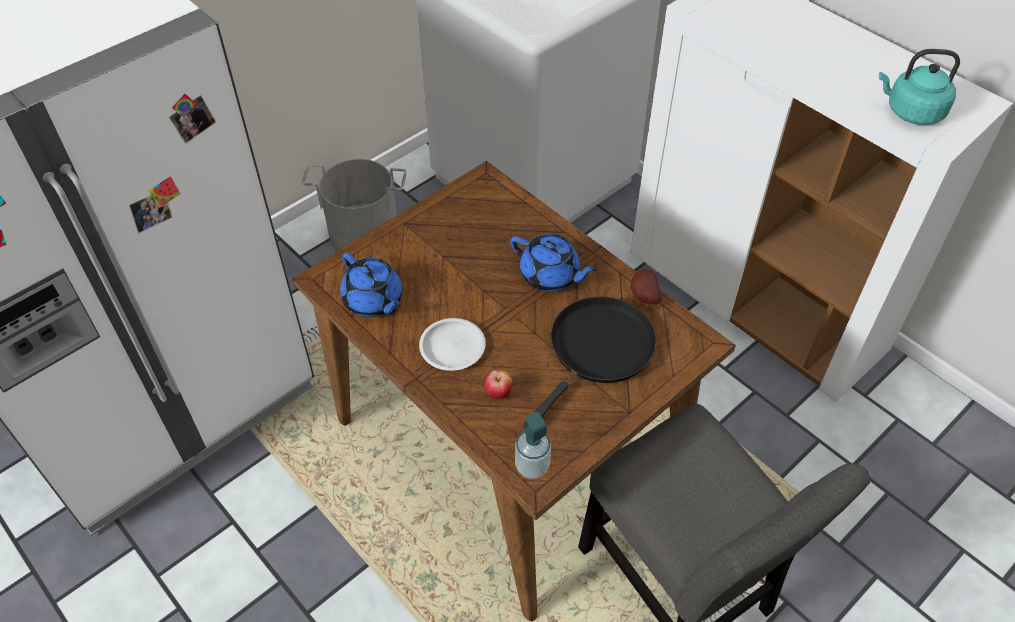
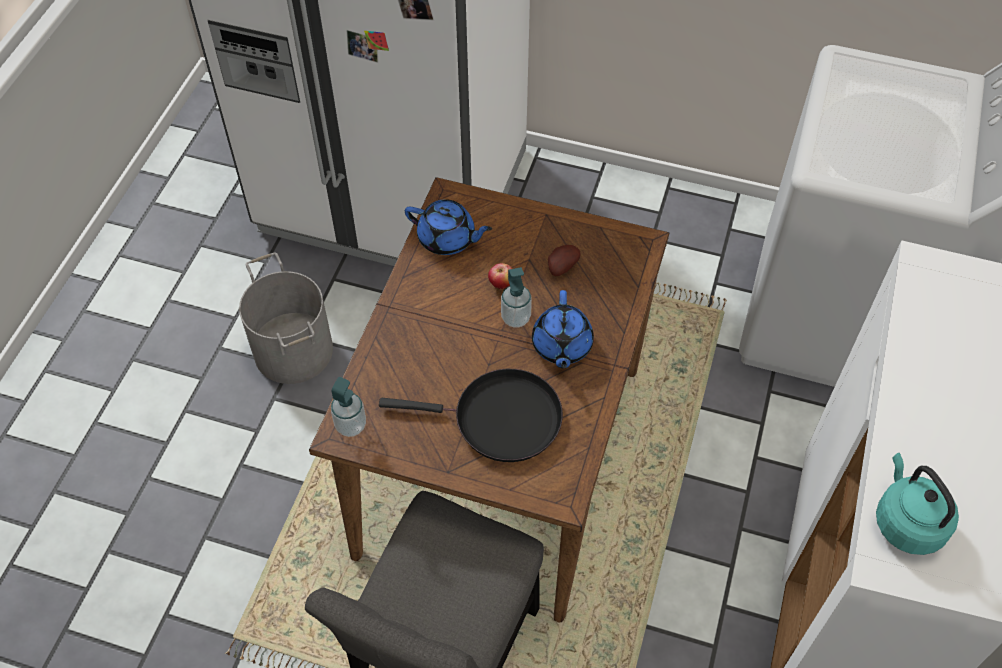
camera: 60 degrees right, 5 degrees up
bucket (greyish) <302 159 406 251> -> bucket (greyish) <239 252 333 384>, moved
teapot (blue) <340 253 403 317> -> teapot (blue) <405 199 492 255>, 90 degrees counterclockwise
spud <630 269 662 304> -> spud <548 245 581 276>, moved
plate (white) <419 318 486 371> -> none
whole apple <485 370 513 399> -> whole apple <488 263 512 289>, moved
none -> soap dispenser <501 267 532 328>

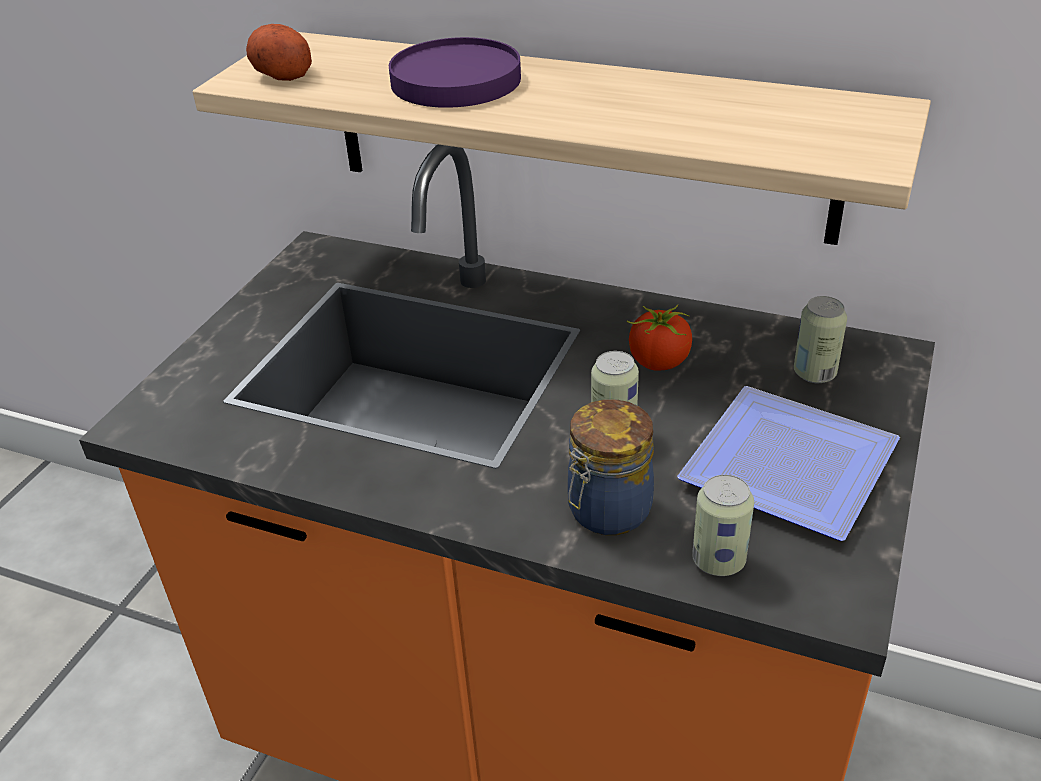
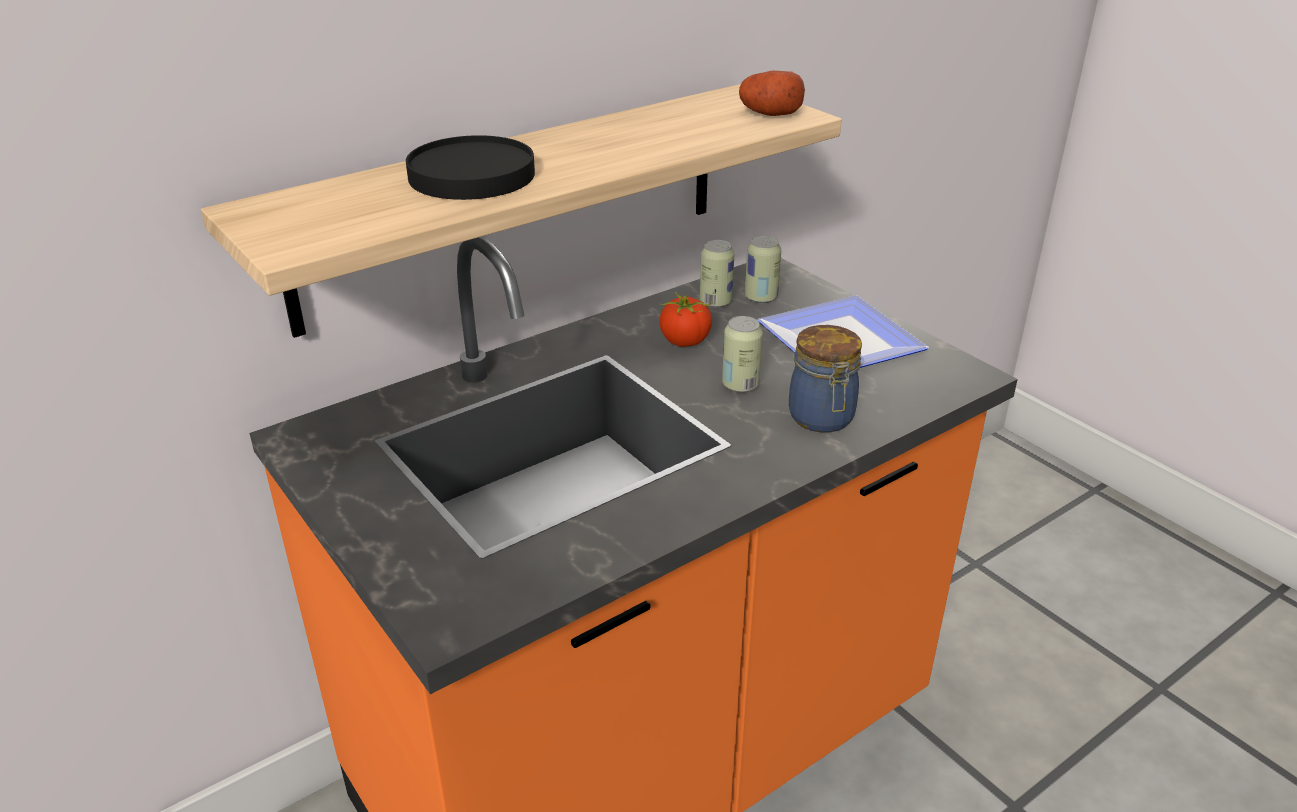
camera: 60 degrees left, 5 degrees down
spud <246 24 312 81> -> spud <739 71 805 116>, moved
plate (purple-coloured) <389 37 521 108> -> plate (black-coloured) <406 135 535 200>
can <692 475 754 576> -> can <700 240 734 308>, moved

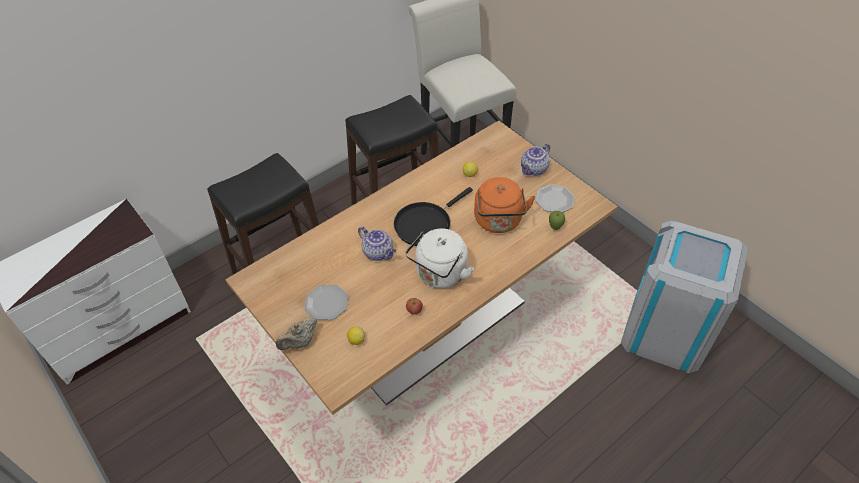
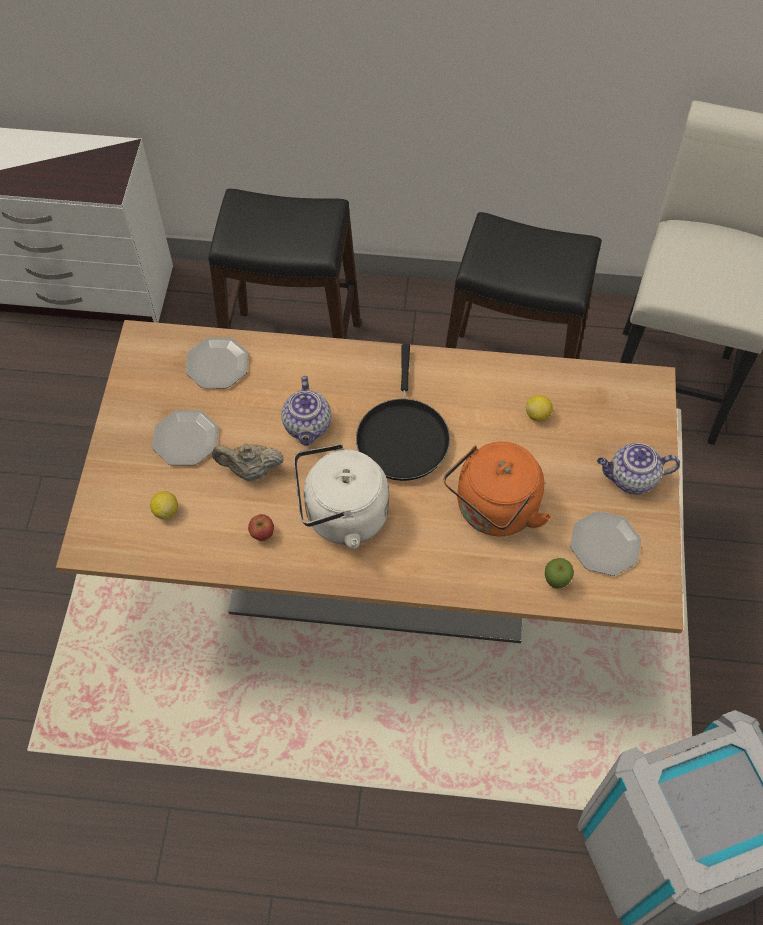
camera: 45 degrees right, 10 degrees up
pan (black-coloured) <394 187 473 246> -> pan (black-coloured) <356 344 450 481>, 90 degrees counterclockwise
teapot (sand-coloured) <276 317 317 350> -> teapot (sand-coloured) <212 443 284 481>, moved
none -> plate <185 338 249 388>

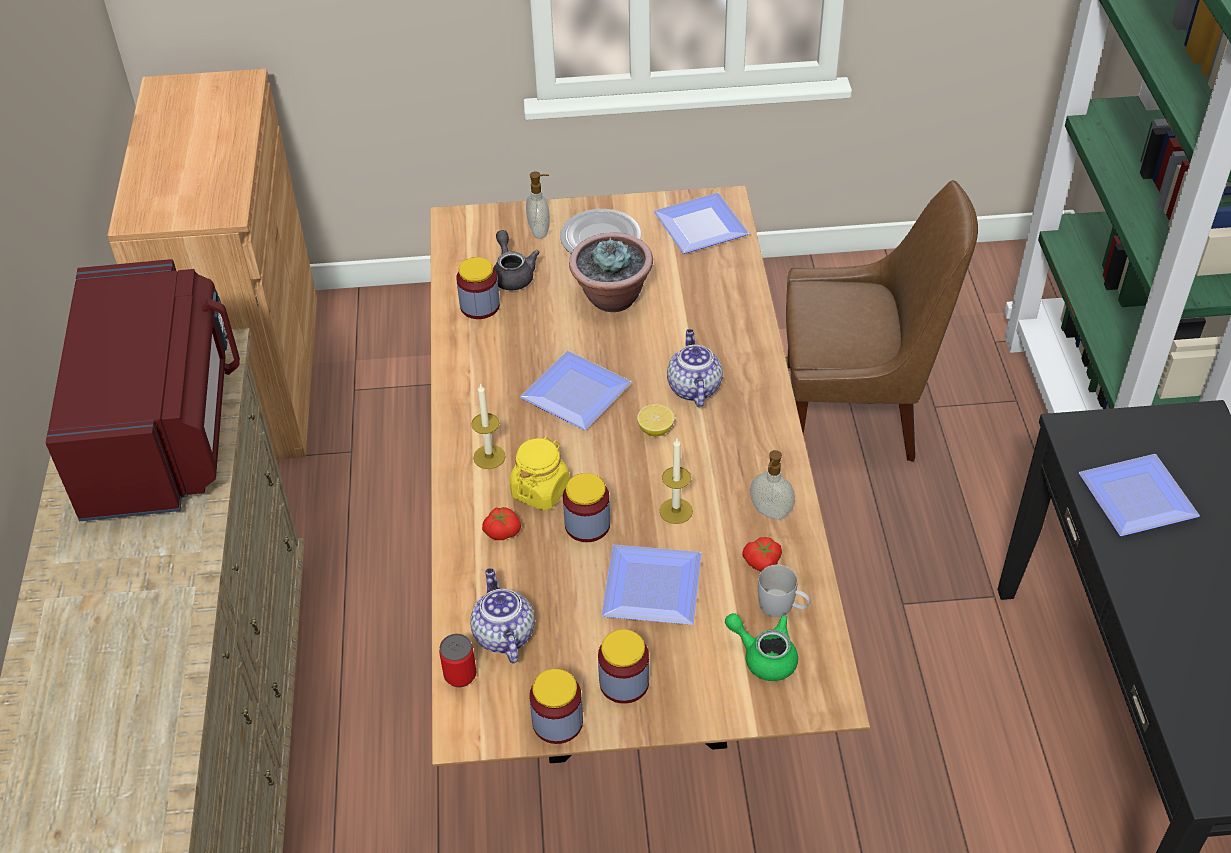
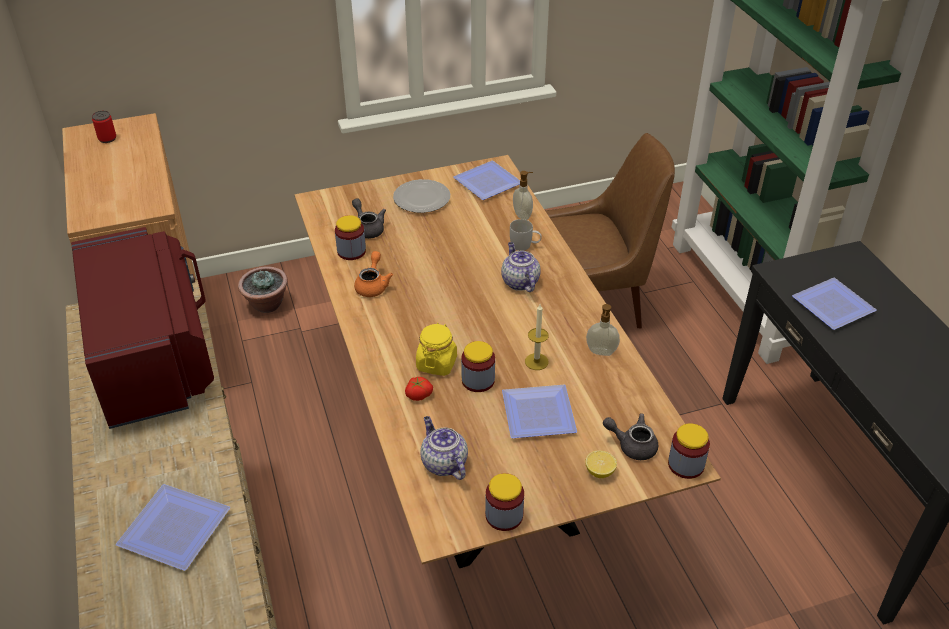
camera: 15 degrees left, 5 degrees down
soap dispenser <526 171 550 239> -> soap dispenser <513 171 533 220>, moved
plant in a pot <569 232 653 312> -> plant in a pot <238 266 288 313>, moved
plate <520 351 632 430> -> plate <116 484 230 571>, moved
wax light <471 383 506 469> -> none
citrus fruit <637 404 675 436> -> citrus fruit <585 451 617 478>, moved
fresh tomato <742 537 782 571> -> none
coffee mug (white) <758 565 810 617> -> coffee mug (white) <510 219 542 251>, moved
teapot (green) <725 613 798 681> -> teapot (greyish) <603 413 658 460>
preserve jar <598 629 649 704> -> preserve jar <668 423 710 479>, moved
can <439 634 476 687> -> can <92 111 116 143>, moved
none -> teapot (orangey) <354 251 393 297>

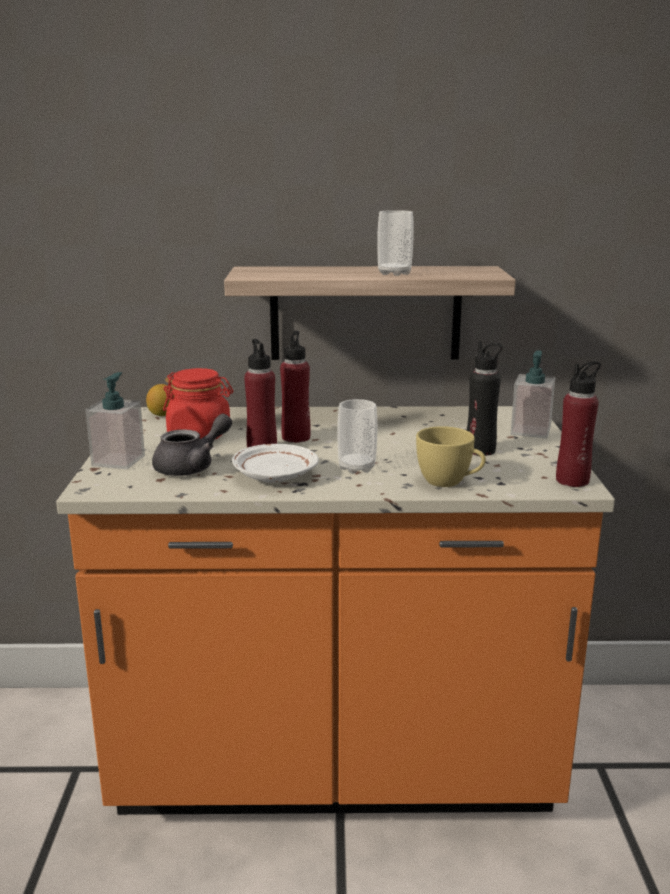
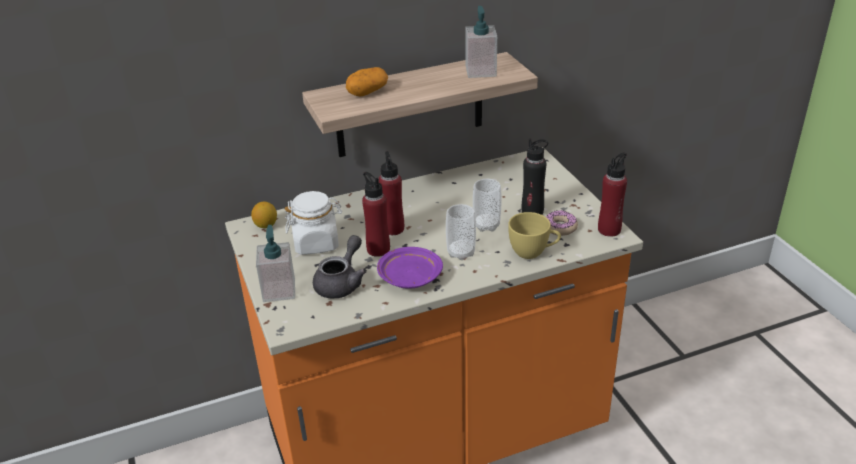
camera: 20 degrees left, 15 degrees up
cup <377 210 414 276> -> cup <473 178 502 232>, moved
soap dispenser <511 350 555 439> -> soap dispenser <465 6 497 78>, moved
preserve jar (reddish) <163 368 233 439> -> preserve jar (white) <285 191 342 255>
plate (white) <232 444 319 483> -> plate (purple-coloured) <377 247 443 289>
none -> spud <346 67 388 97>
none -> doughnut <546 210 578 236>

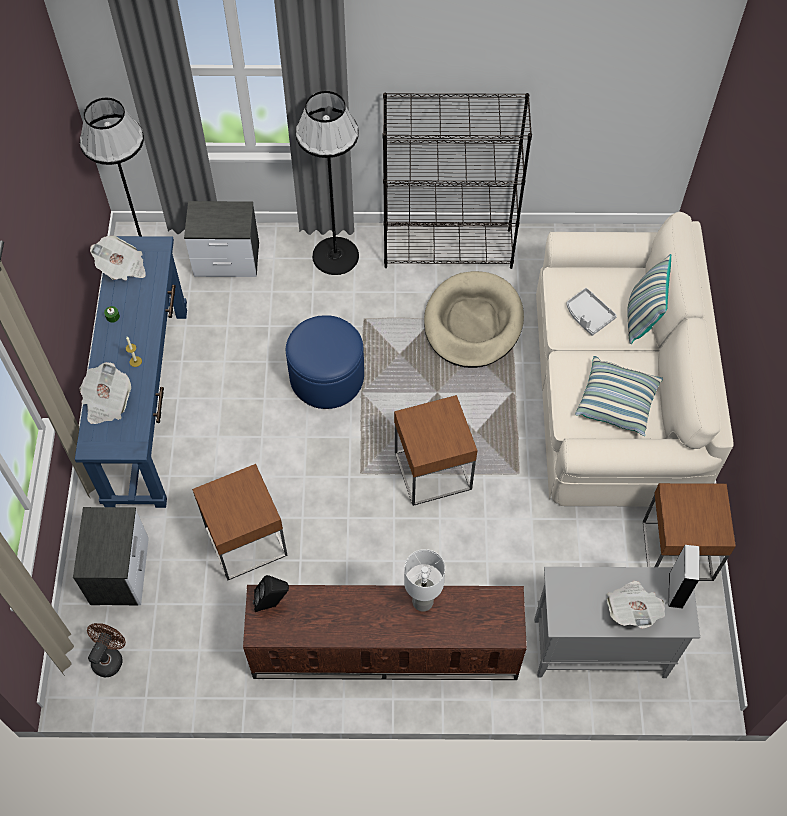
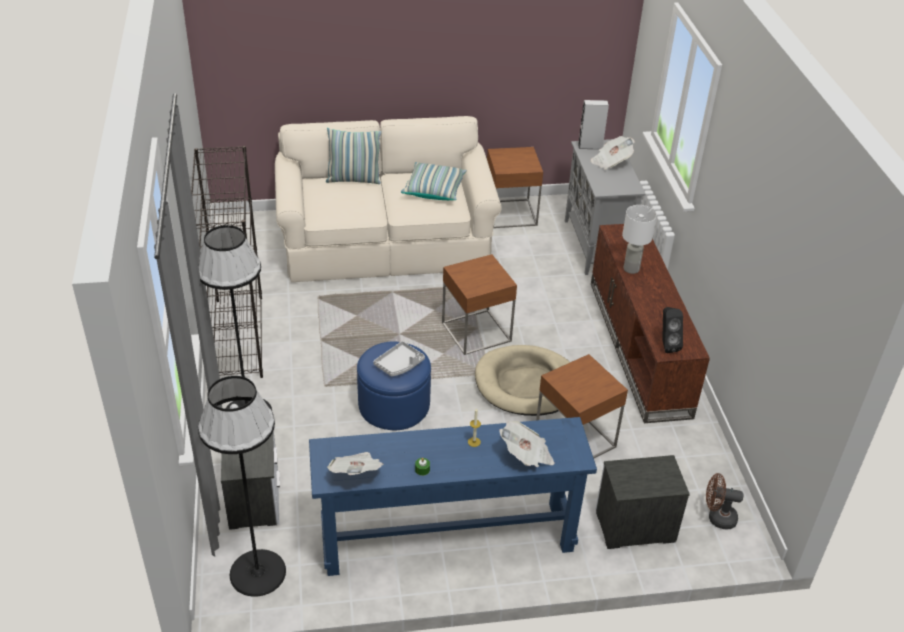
camera: 100 degrees left, 20 degrees down
dog cushion (sand-coloured) <424 271 524 368> -> dog cushion (sand-coloured) <475 345 570 416>, moved
carrying tray (greyish) <566 288 617 336> -> carrying tray (greyish) <373 341 425 376>, moved

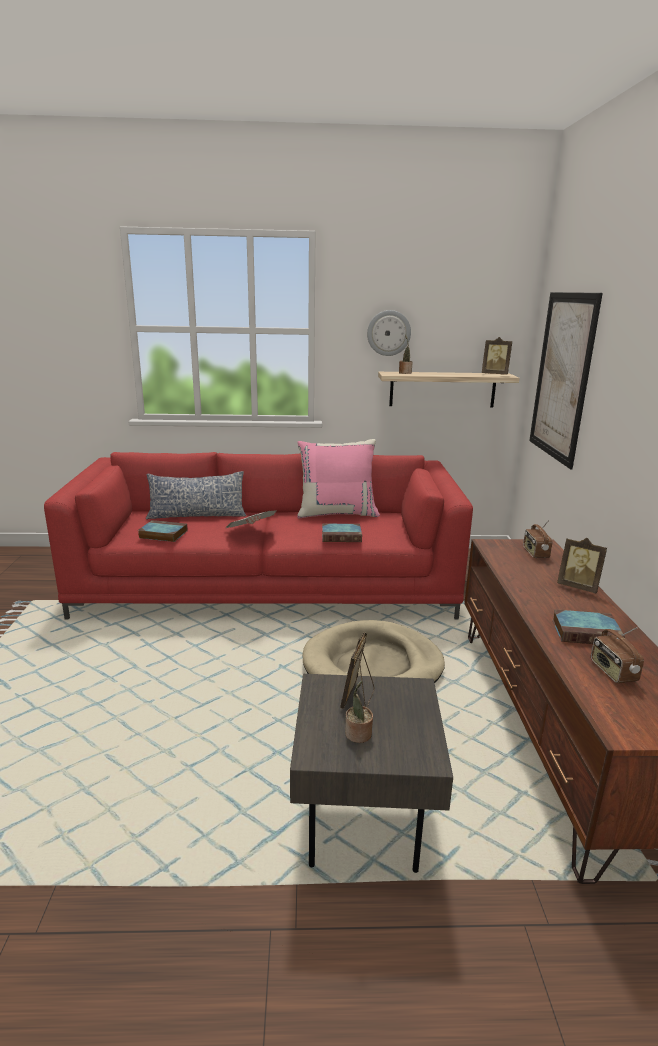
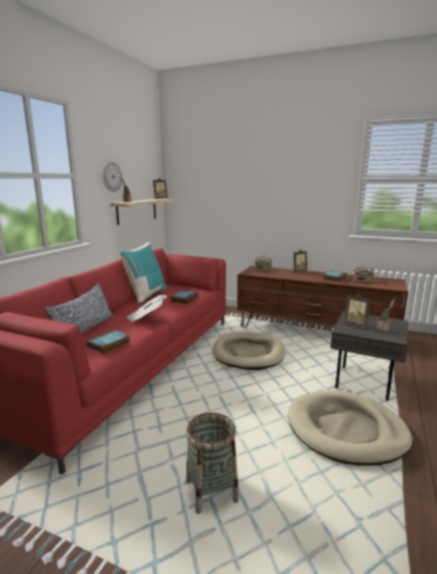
camera: 65 degrees left, 5 degrees down
picture <529 292 603 469> -> none
pillow (pink-coloured) <297 439 380 518> -> pillow (turquoise-coloured) <120 242 167 304>
none -> dog cushion (sand-coloured) <288 391 413 466>
none -> household basket <186 413 239 514>

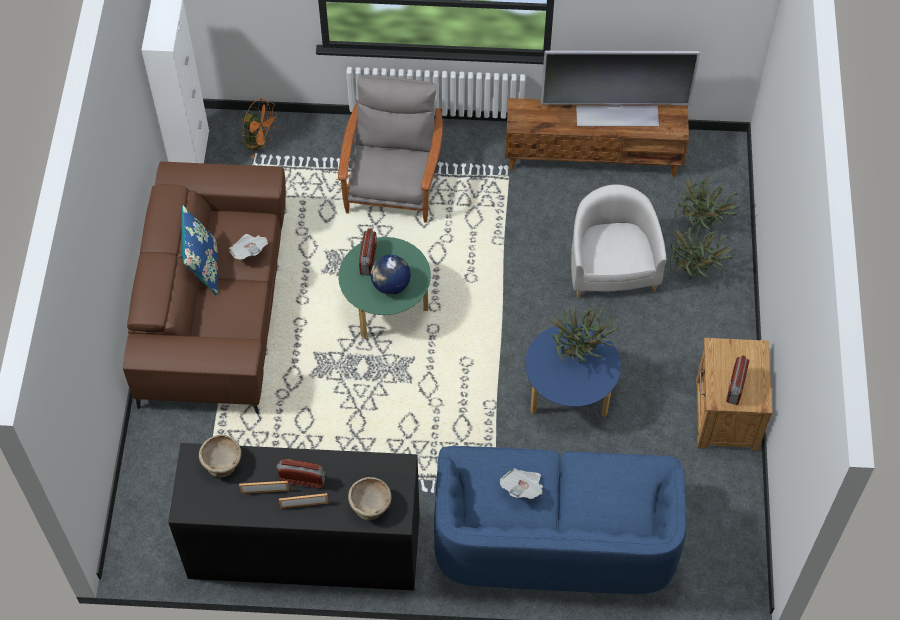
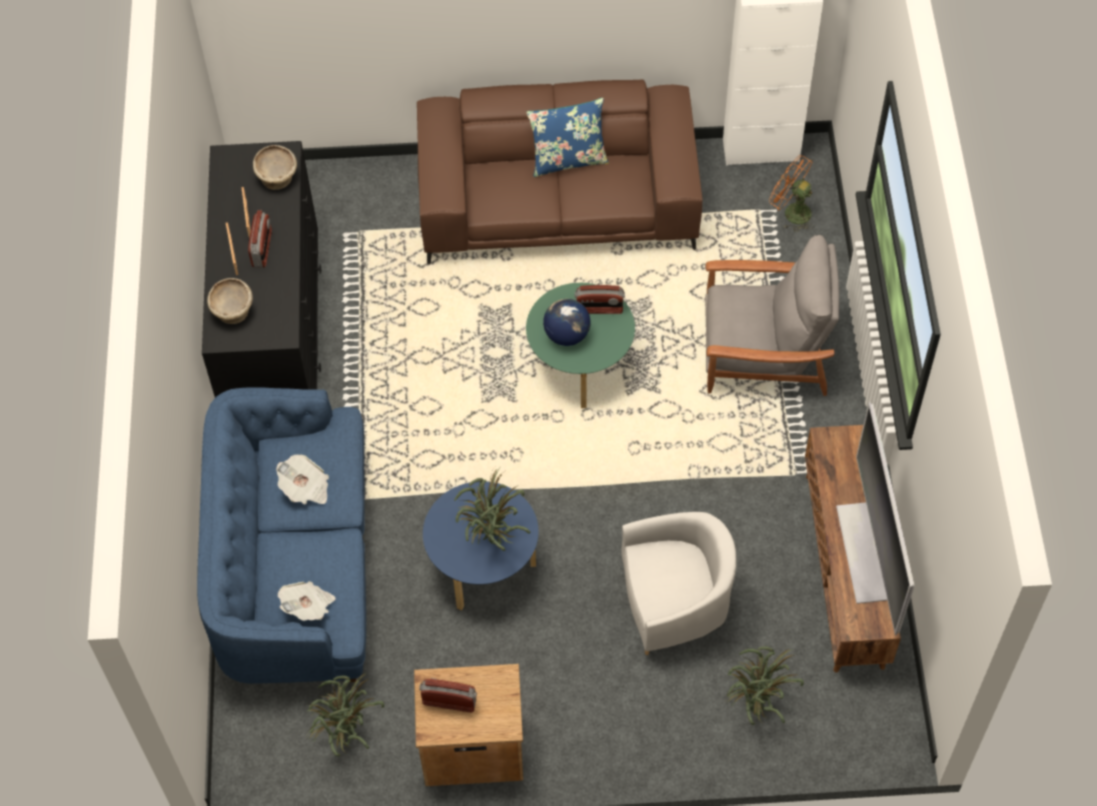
camera: 85 degrees right, 0 degrees up
cooling fan (orangey) <241 98 277 159> -> cooling fan (orangey) <769 155 814 232>, 105 degrees clockwise
plant in a pot <670 224 736 279> -> plant in a pot <304 673 384 757>, moved
newspaper <229 234 268 259> -> newspaper <278 581 336 621>, moved

